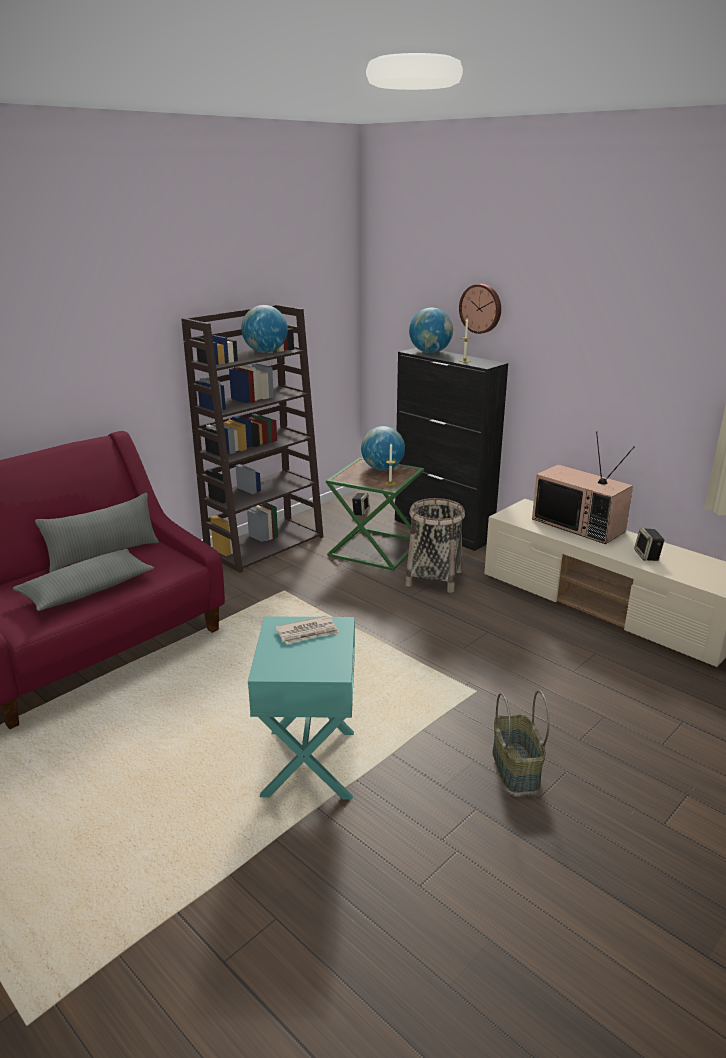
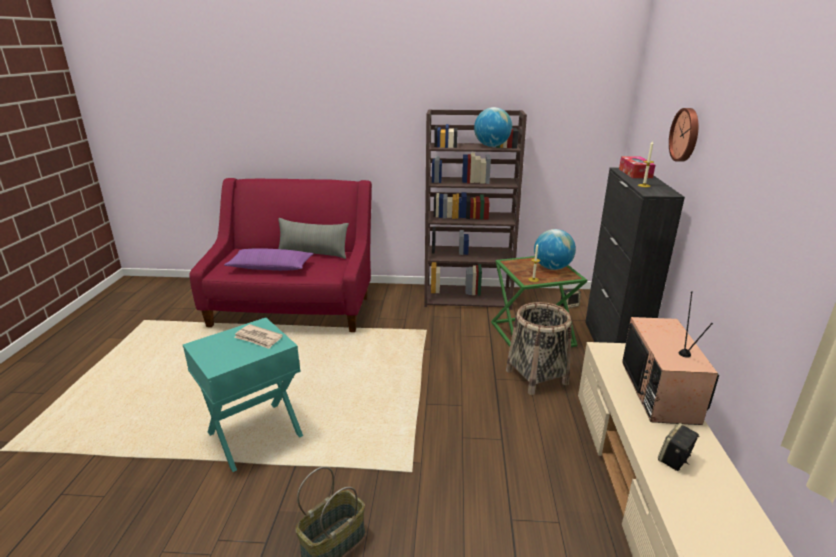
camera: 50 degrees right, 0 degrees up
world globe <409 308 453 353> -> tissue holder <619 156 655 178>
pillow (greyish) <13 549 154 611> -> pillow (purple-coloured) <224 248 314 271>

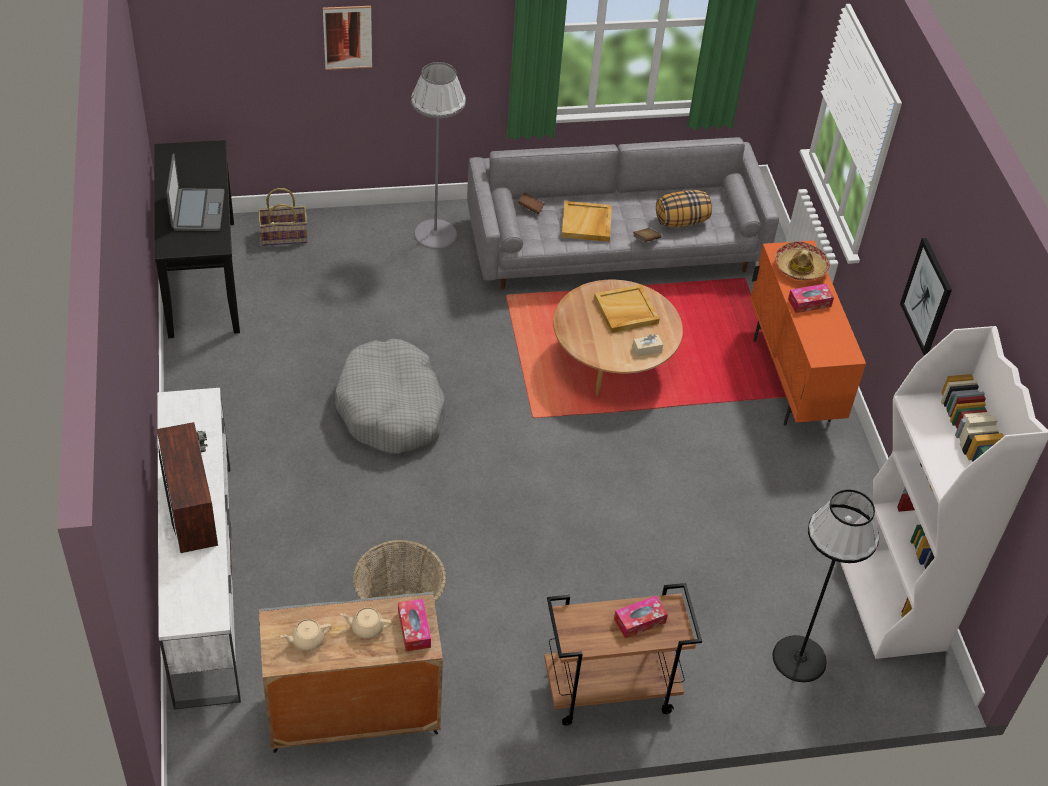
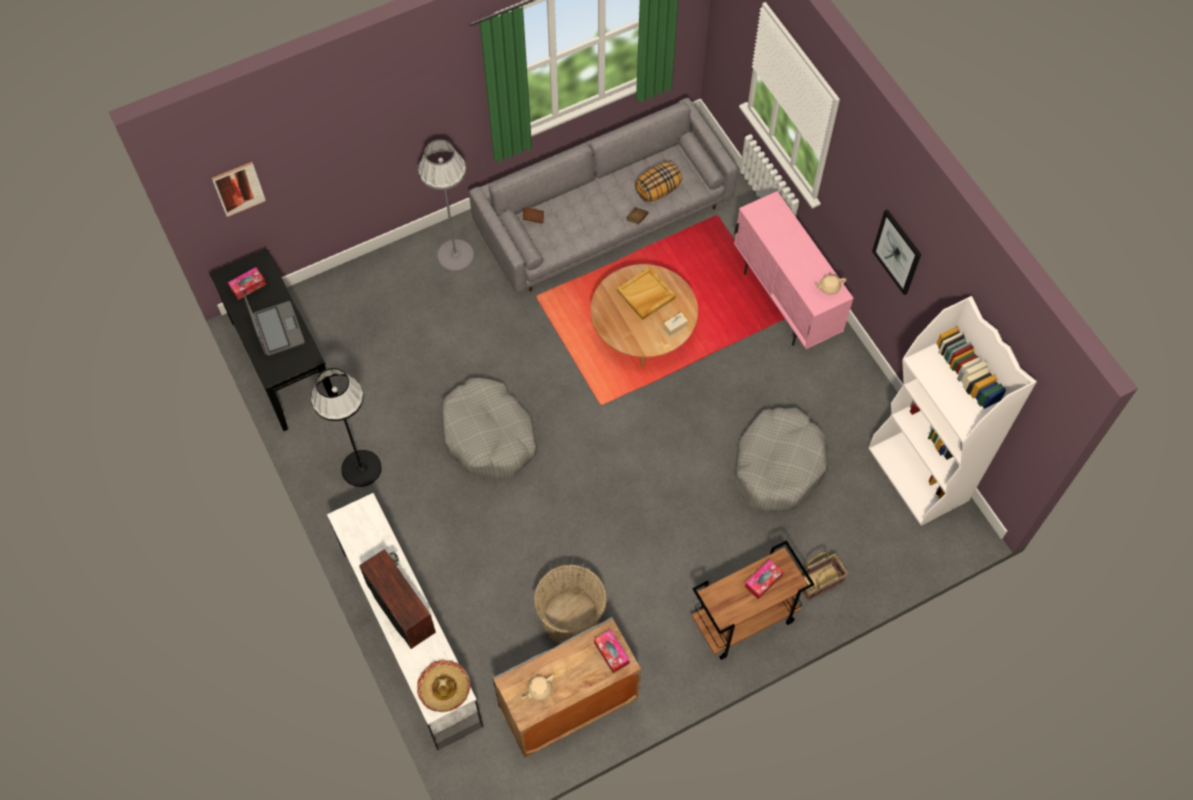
camera: 15 degrees left, 15 degrees up
picture <323 6 372 70> -> picture <212 162 266 217>, moved
household basket <258 188 307 246> -> household basket <800 552 848 601>, moved
carrying tray (sand-coloured) <561 201 612 242> -> none
cabinet (orangey) <750 240 866 426> -> cabinet (pink-coloured) <734 191 854 349>
clothing hat <775 241 830 281> -> clothing hat <417 660 470 712>, moved
tissue holder <788 284 834 313> -> tissue holder <228 267 266 300>, moved
standing lamp (black-coloured) <773 489 879 682> -> standing lamp (black-coloured) <311 368 382 487>, moved
teapot (sand-coloured) <340 607 392 639> -> teapot (sand-coloured) <814 274 846 295>, moved
none -> dog cushion (greyish) <734 407 827 511>

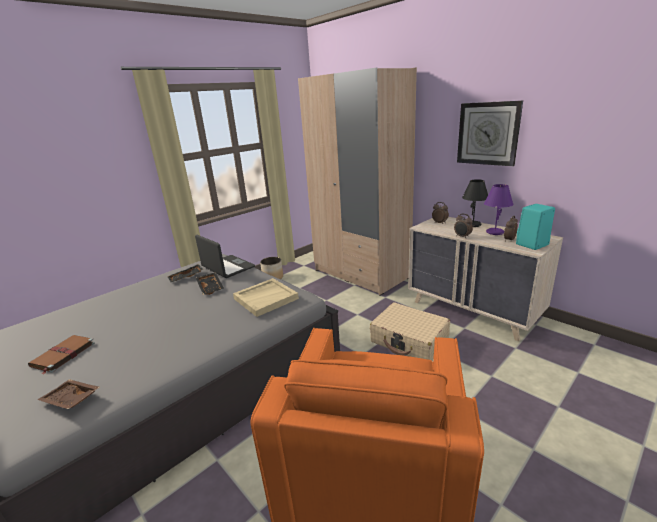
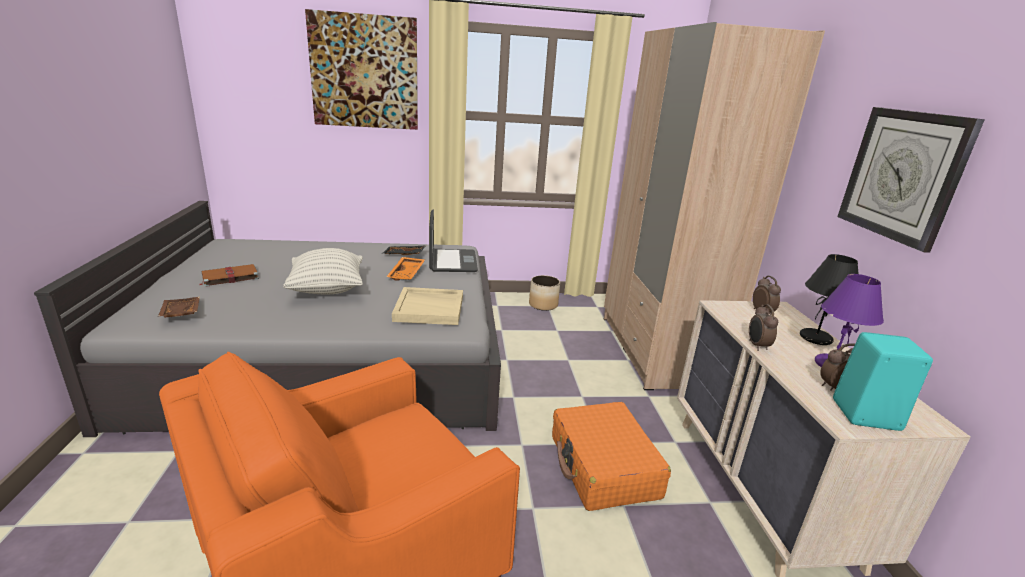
camera: 35 degrees right, 0 degrees up
carrying tray (black-coloured) <196 272 224 295> -> carrying tray (orangey) <386 257 425 281>
piece of luggage (sand-coloured) <370 303 450 360> -> piece of luggage (orangey) <552 402 671 511>
none -> picture <305 9 418 130>
none -> pillow <283 248 363 294>

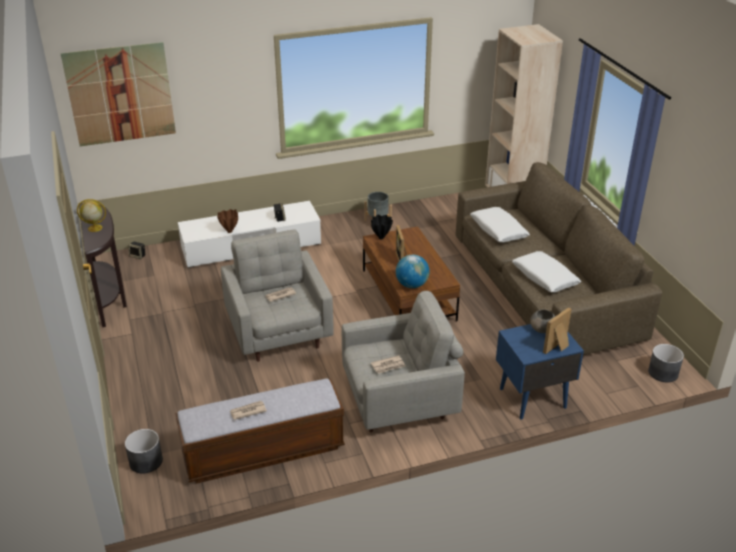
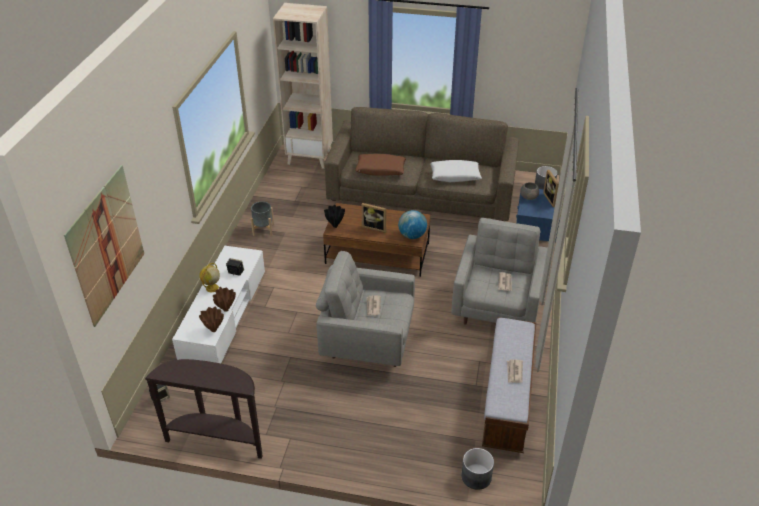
camera: 60 degrees left, 5 degrees up
world globe <77 199 106 232> -> world globe <199 263 220 292>, moved
pillow (white) <470 207 530 243> -> pillow (brownish) <355 154 406 176>
none -> flower vase (brownish) <199 306 224 332>

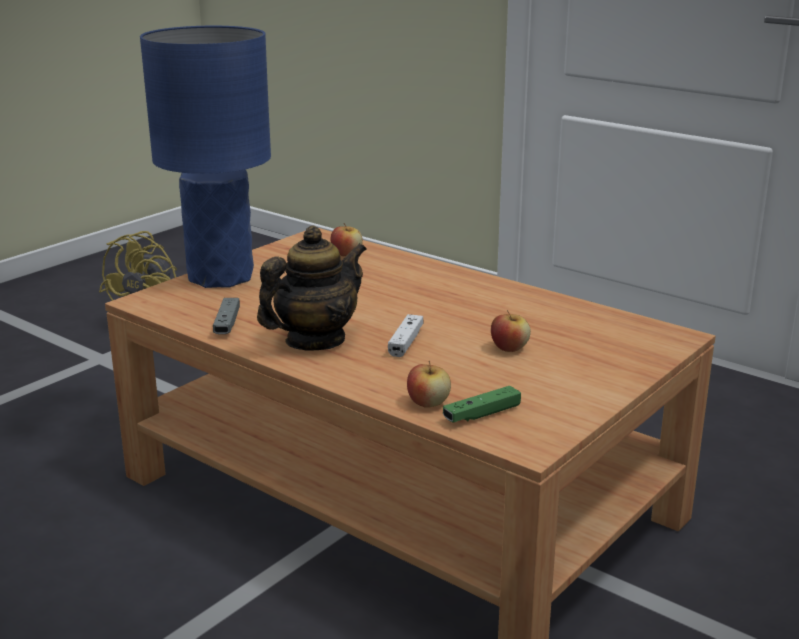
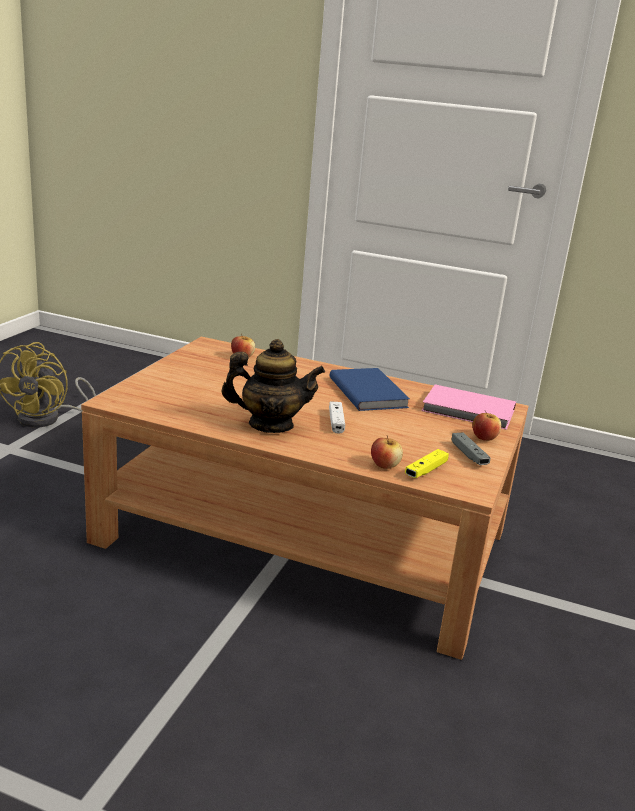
camera: 20 degrees left, 0 degrees up
tabletop lamp (blue) <140 26 271 288> -> none
teapot <257 225 367 351> -> teapot <221 339 325 433>, 60 degrees clockwise
gamepad (greyish) <213 298 240 334> -> gamepad (greyish) <452 432 491 465>, moved
whole apple <491 310 531 352> -> whole apple <472 411 501 441>, moved
gamepad (green) <443 386 521 423> -> gamepad (yellow) <405 449 449 478>
none -> bound book (blue) <330 368 410 411>
none -> bound book (pink-coloured) <421 384 516 430>

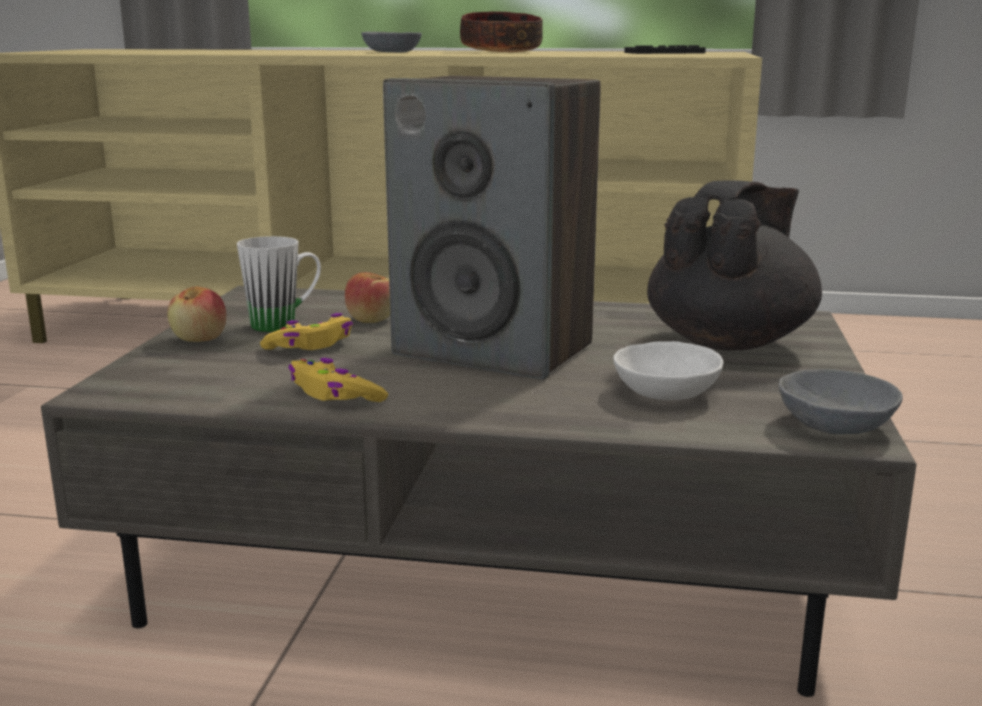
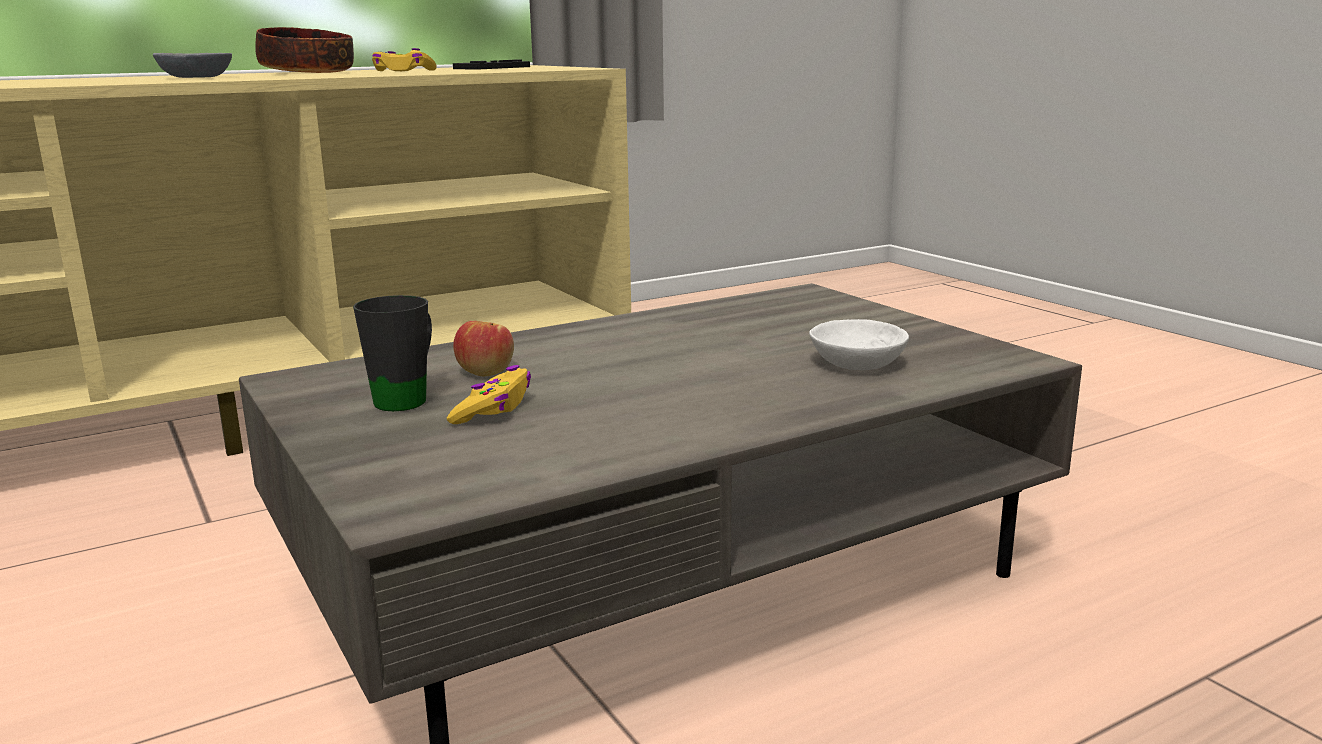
camera: 40 degrees left, 0 degrees up
audio speaker <383 76 600 380> -> none
teapot (black-coloured) <647 180 822 351> -> none
coffee mug (white) <237 236 321 332> -> coffee mug (black-coloured) <353 295 432 411>
whole apple <167 287 226 342> -> none
gamepad (yellow) <288 358 388 402> -> gamepad (yellow) <372 48 437 71>, moved
bowl (greyish) <778 369 903 434> -> none

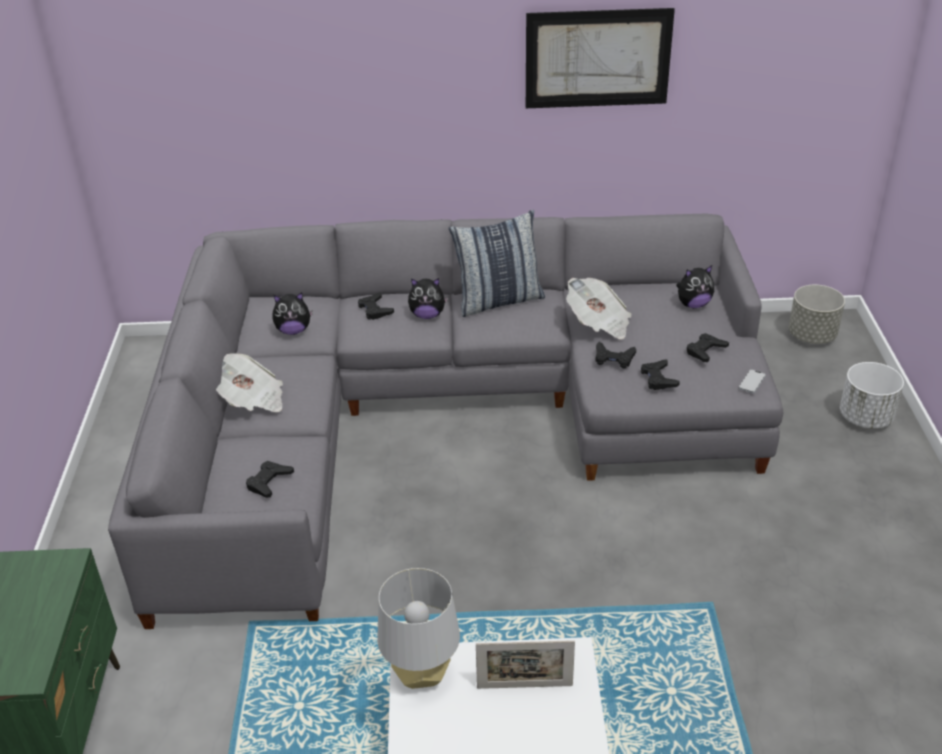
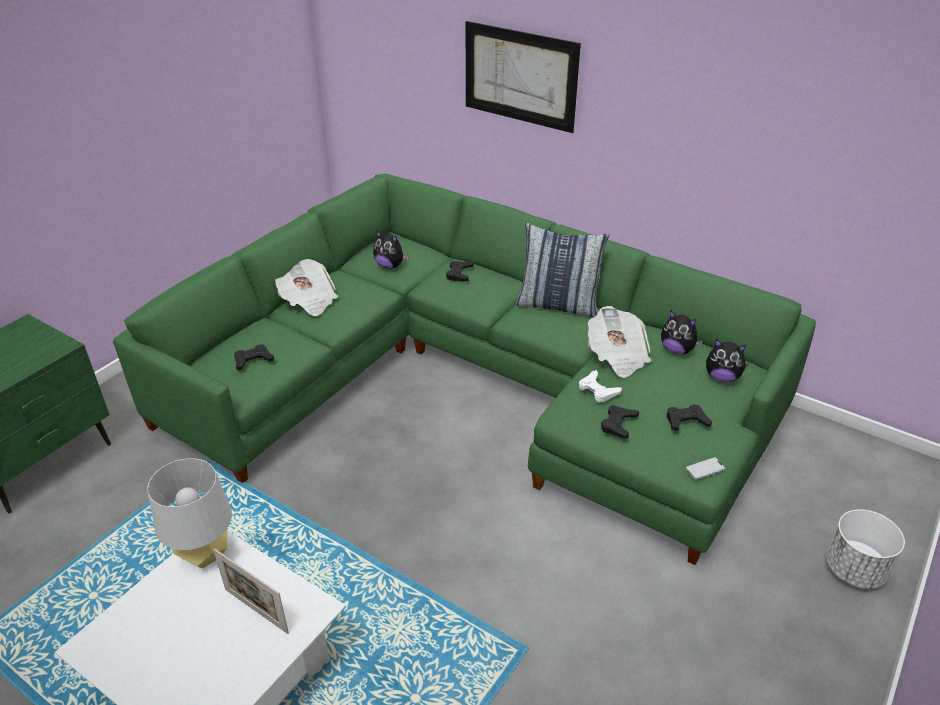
camera: 35 degrees right, 0 degrees up
picture <526 8 675 108> -> picture <466 21 581 133>, moved
sofa (greyish) <108 214 783 629> -> sofa (green) <113 174 816 565>
plush toy <408 278 448 319> -> plush toy <661 310 703 354>, moved
planter (greyish) <789 285 845 344> -> none
gamepad (black-coloured) <595 342 636 369> -> gamepad (white) <579 370 622 403>

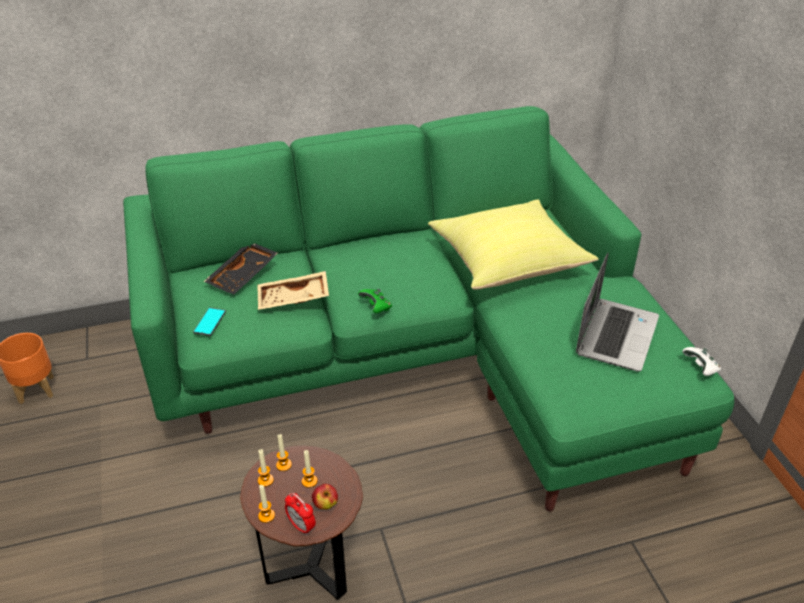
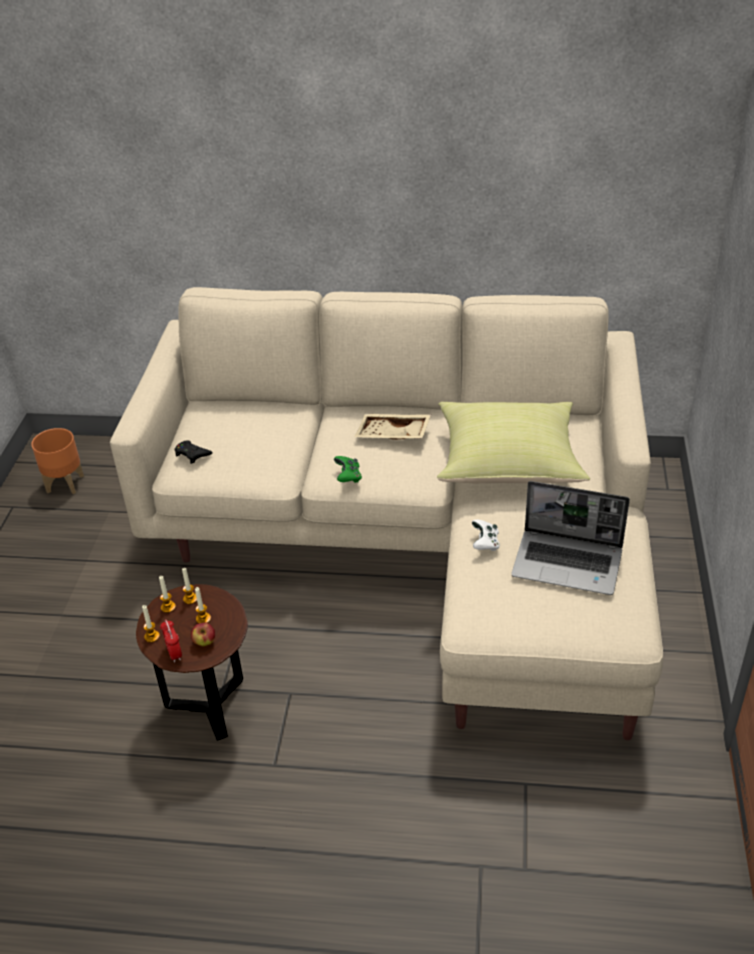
camera: 25 degrees right, 0 degrees up
sofa (green) <123 106 734 512> -> sofa (sand-coloured) <110 287 663 740>
carrying tray (black-coloured) <204 244 278 295> -> none
laptop <576 253 659 372> -> laptop <511 481 630 595>, 60 degrees clockwise
carrying tray (sand-coloured) <257 271 329 310> -> carrying tray (sand-coloured) <354 414 431 440>, moved
handset <193 307 226 336> -> gamepad (black-coloured) <174 440 213 464>
gamepad (white) <683 347 721 376> -> gamepad (white) <472 520 500 551>, moved

